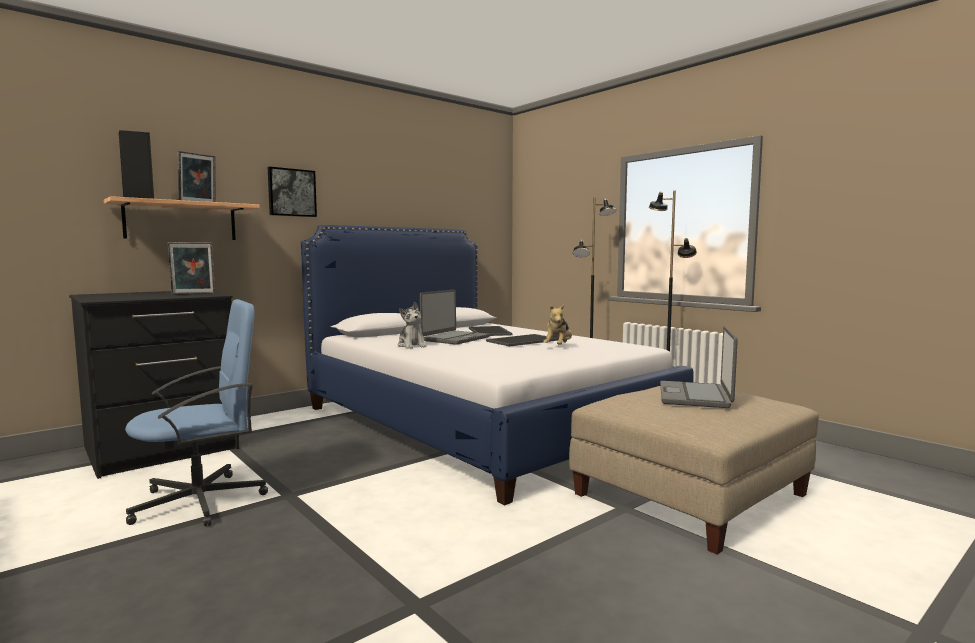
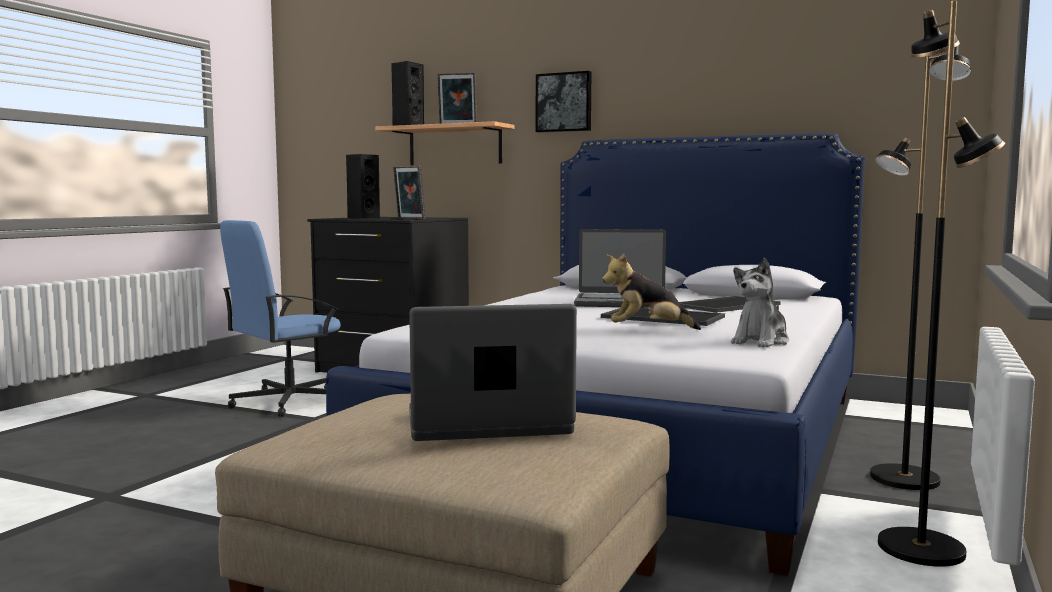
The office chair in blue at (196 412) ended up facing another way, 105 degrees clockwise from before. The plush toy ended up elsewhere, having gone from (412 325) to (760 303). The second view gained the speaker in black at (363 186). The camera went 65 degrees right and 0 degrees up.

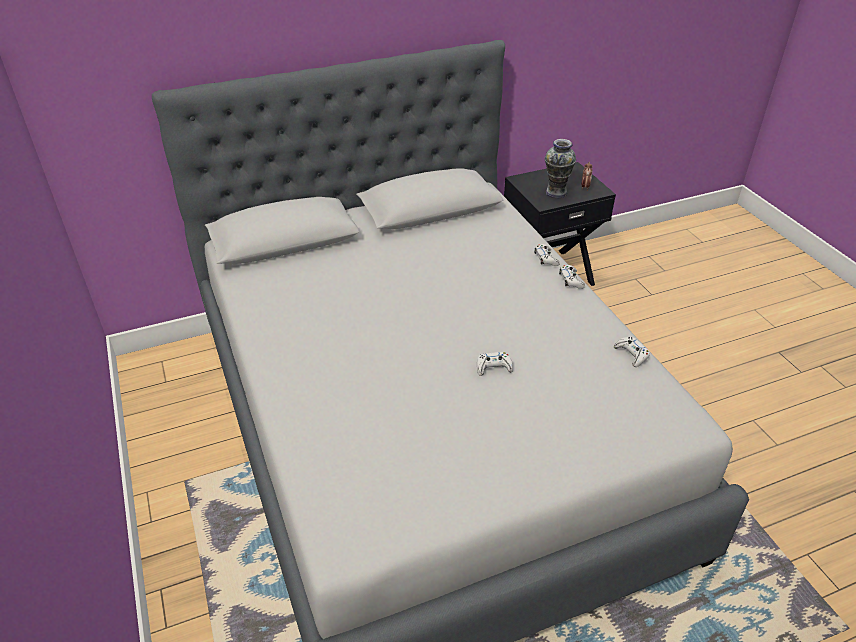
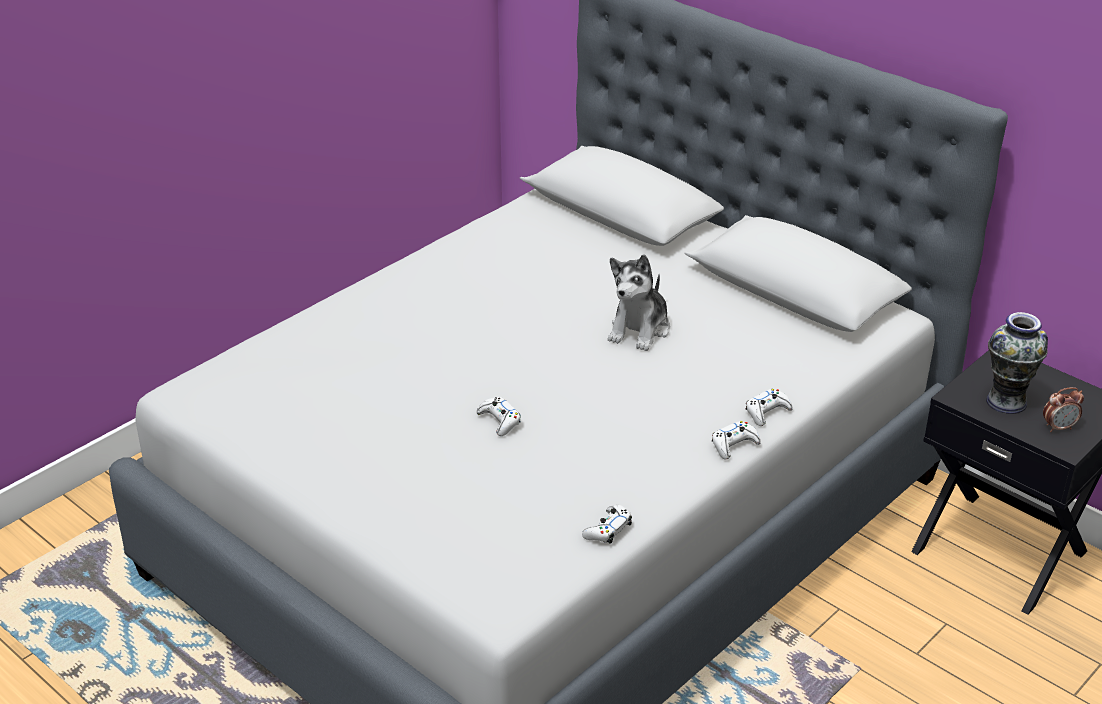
The second view gained the plush toy at (639 303). The camera went 65 degrees right and 5 degrees down.

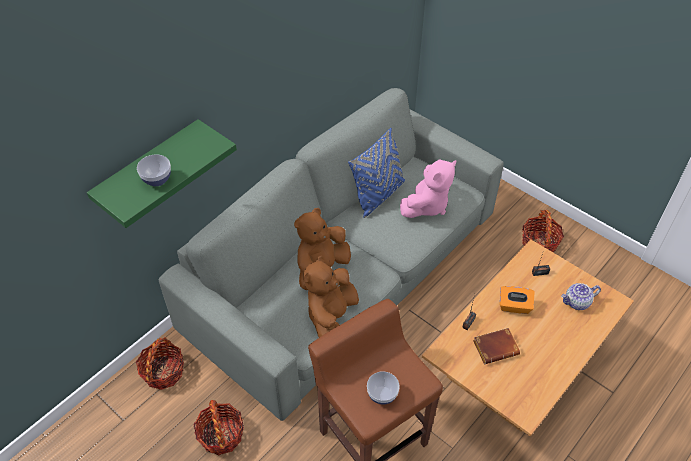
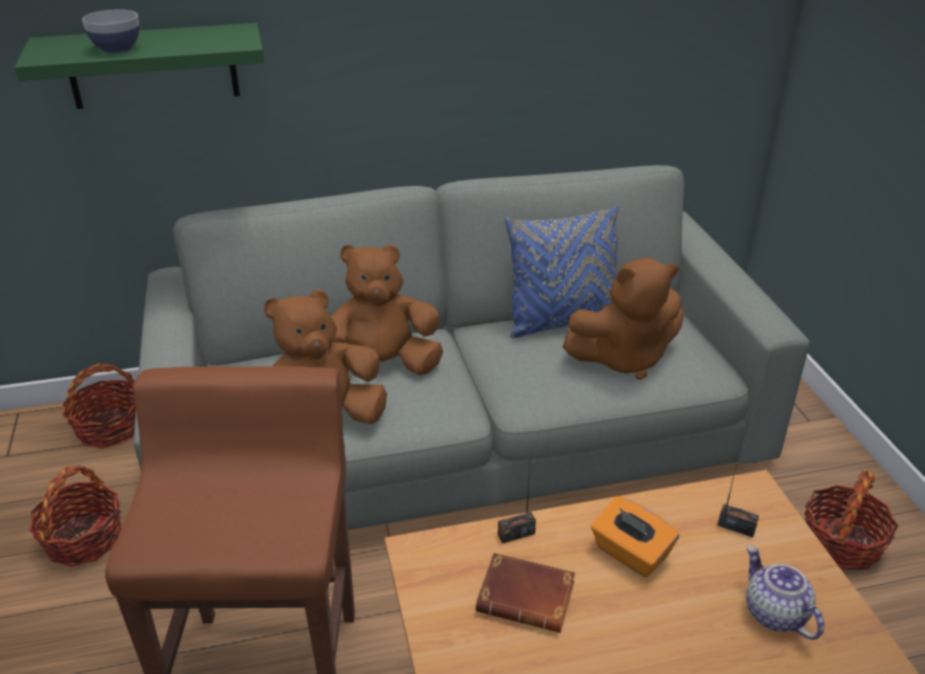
What was the plush toy in pink at (428 188) turned into the plush toy in brown at (623 319). The teapot at (581 296) ended up facing another way, 45 degrees clockwise from before. The second view lost the bowl at (383 388). The camera went 35 degrees right and 15 degrees down.

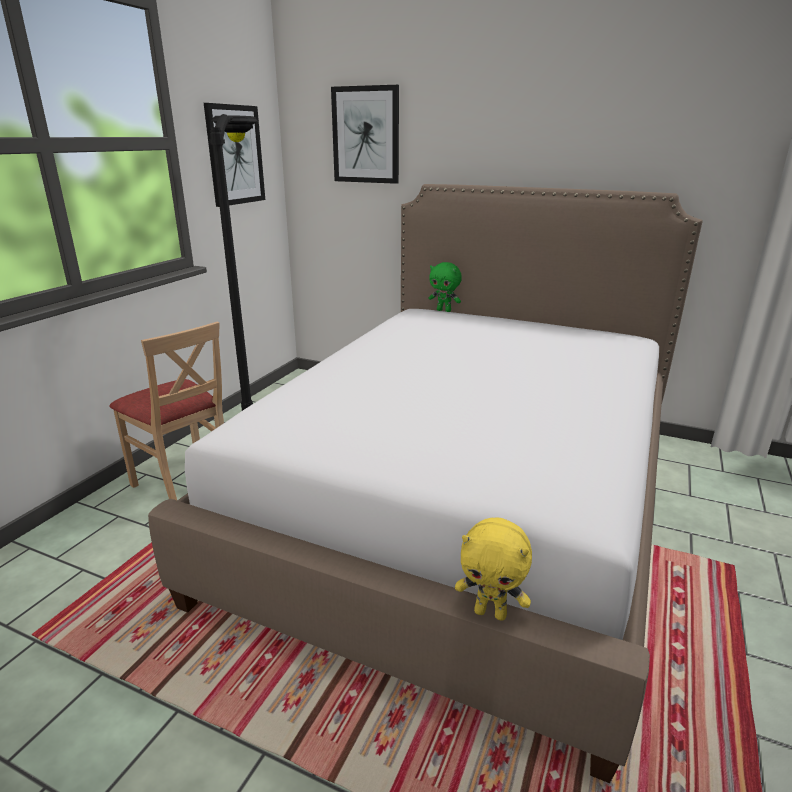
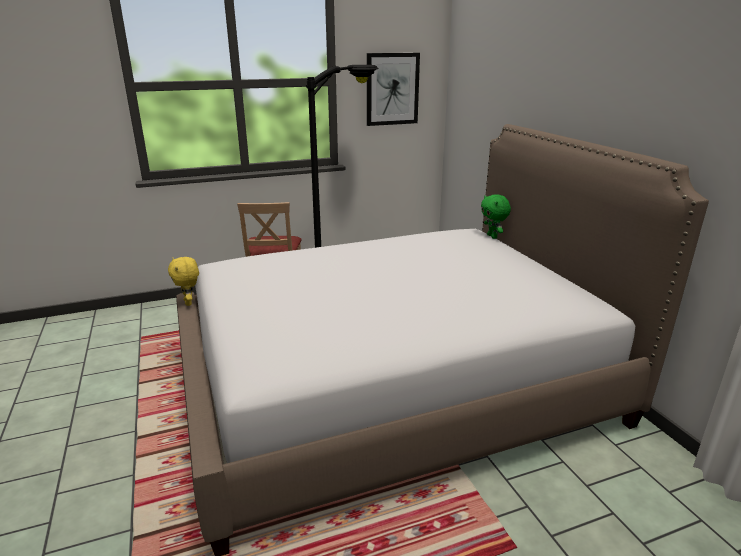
The second view lost the picture at (365 134). The plush toy in yellow ended up elsewhere, having gone from (493 569) to (183 281). The camera went 45 degrees right and 0 degrees up.

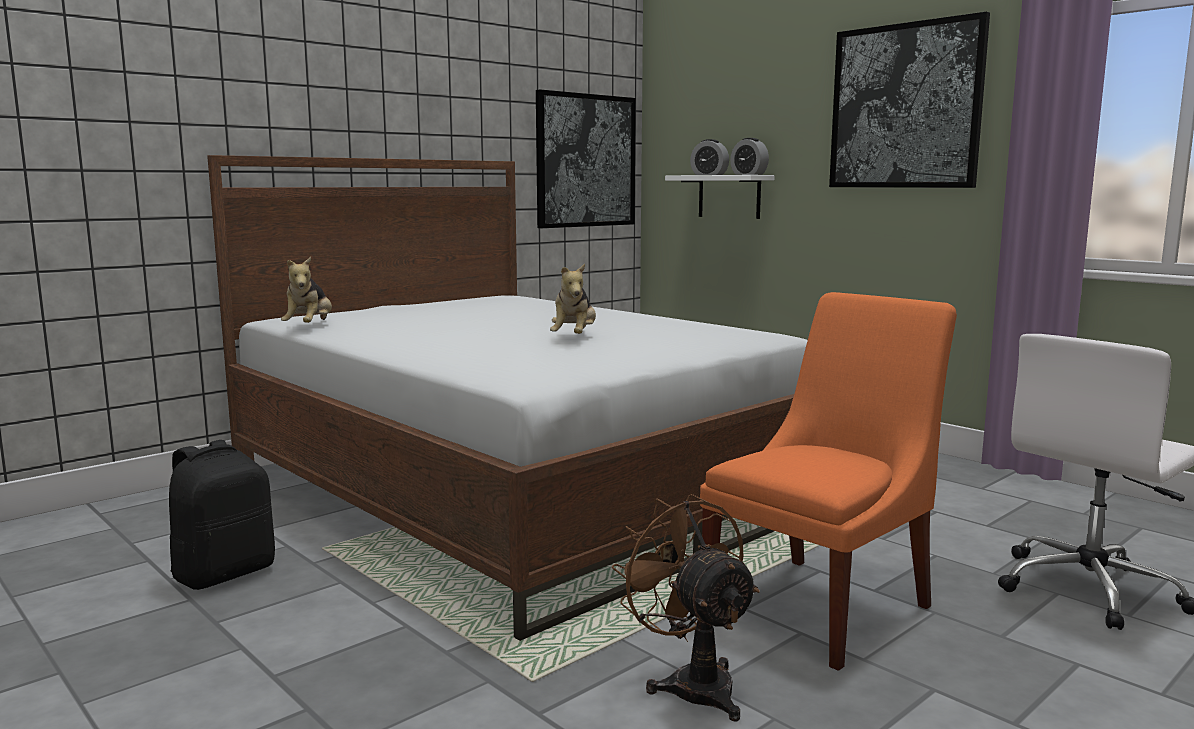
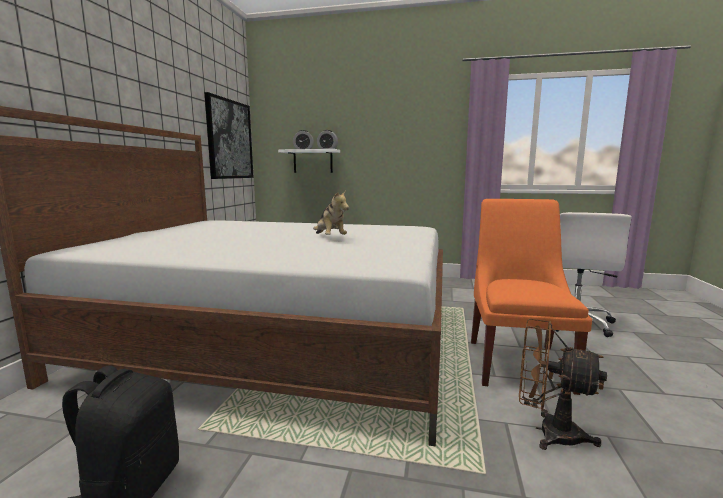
The second view lost the picture at (909 100). The second view lost the plush toy at (306 290). The camera went 35 degrees left and 0 degrees up.

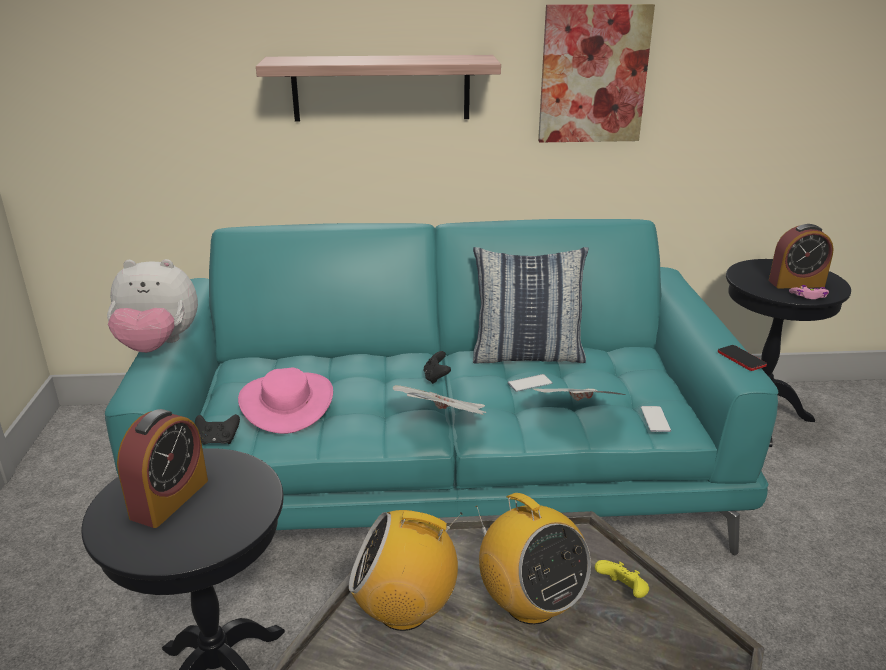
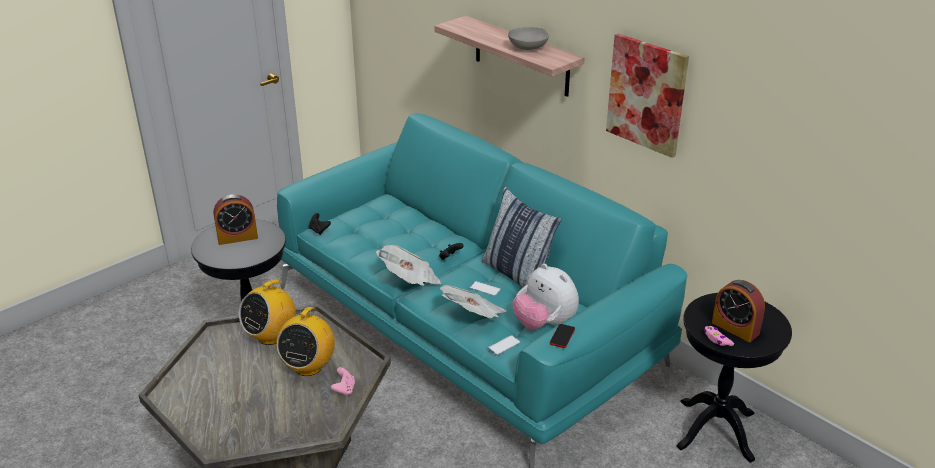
The plush toy ended up elsewhere, having gone from (152 306) to (546 297). The second view lost the hat in pink at (285 400). The radio at (406 570) ended up facing another way, 105 degrees counterclockwise from before. What was the game controller in yellow at (622 579) turned into the game controller in pink at (343 381). The second view gained the bowl in grey at (528 38). The camera went 50 degrees right and 5 degrees up.

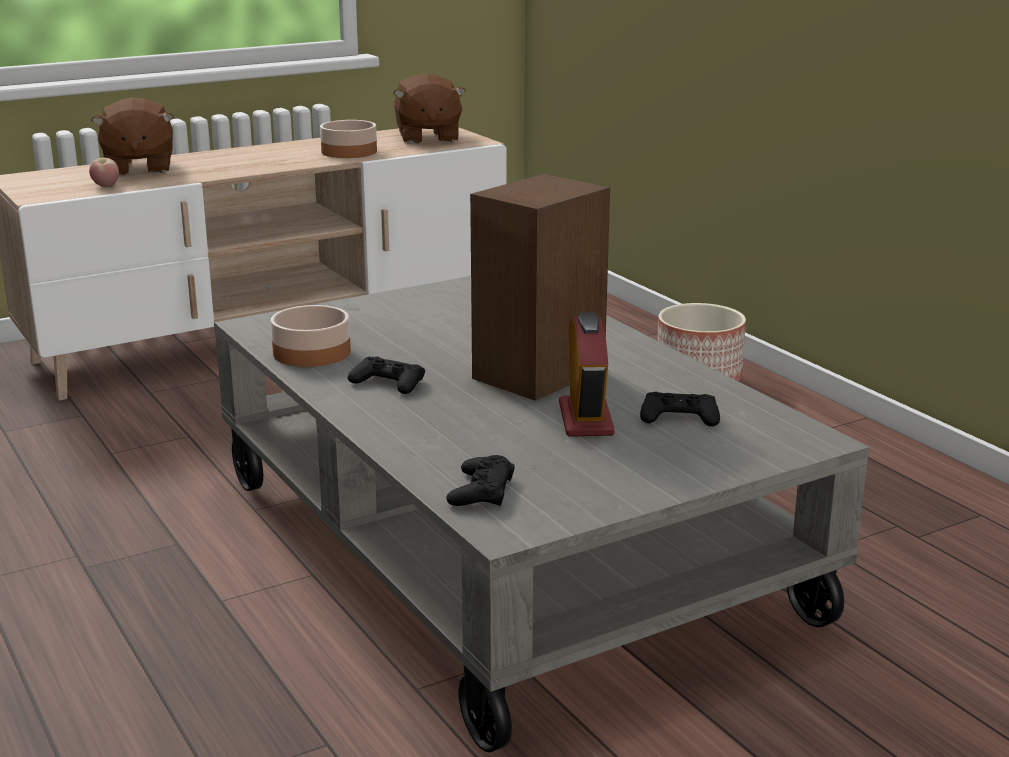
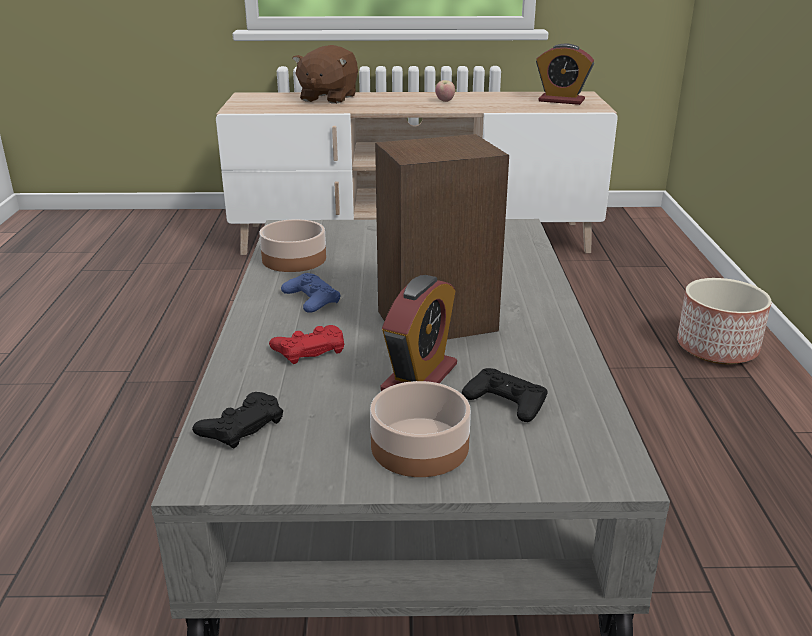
Where the plush toy in brown stood at (430 108), the alarm clock came to stand at (565 74). The bowl ended up elsewhere, having gone from (348 139) to (420 429). The apple ended up elsewhere, having gone from (104 172) to (445 91). What was the game controller in black at (386 375) turned into the game controller in blue at (311 293). The second view gained the game controller in red at (306 344). The camera went 30 degrees right and 5 degrees up.

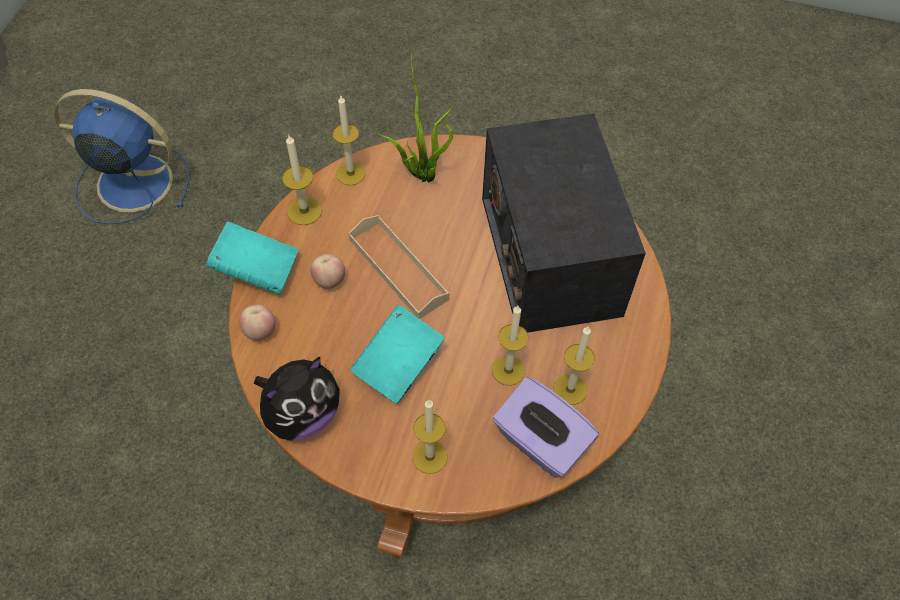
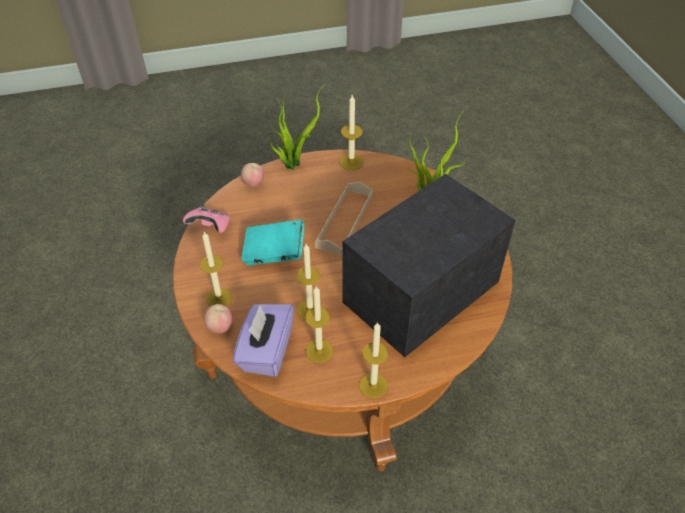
The second view lost the fan in blue at (121 157). The candle ended up elsewhere, having gone from (349 140) to (373 360). Where the book in turquoise stood at (252 258), the potted plant came to stand at (295 129). The apple ended up elsewhere, having gone from (328 271) to (218 319). Where the plush toy stood at (297 399), the game controller in pink came to stand at (206 219). The camera went 60 degrees right and 10 degrees down.

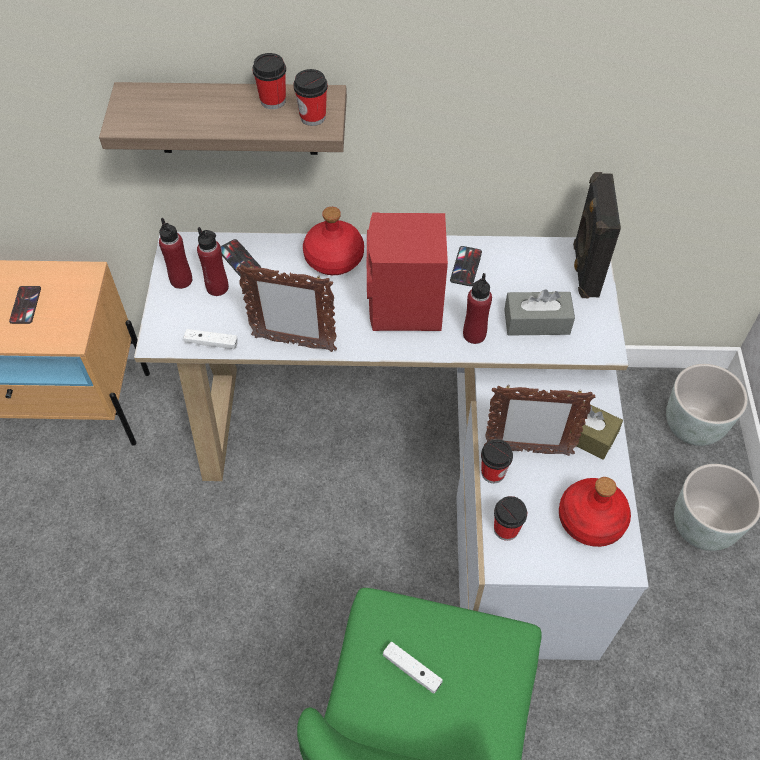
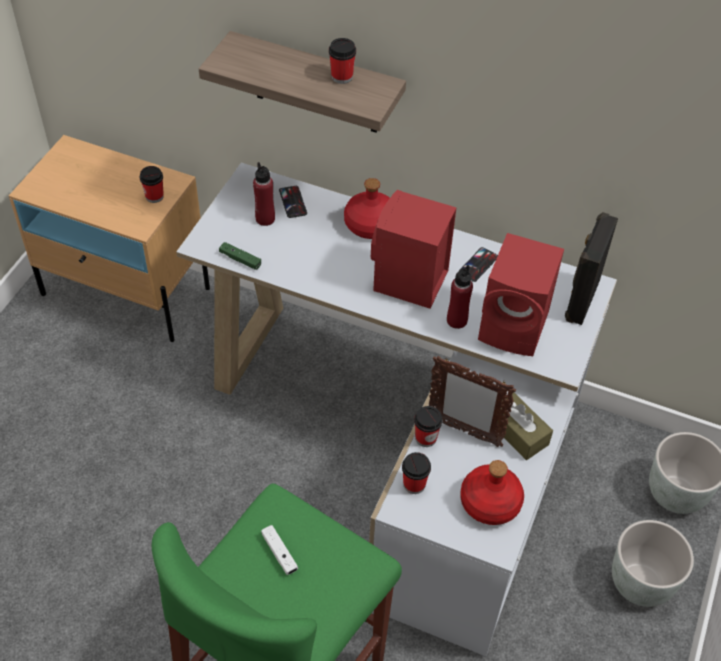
The cup ended up elsewhere, having gone from (310 97) to (151 184). The second view lost the bottle in red at (175 253). The second view lost the picture frame at (286 308). The second view lost the phone at (25 305). Where the tissue box in grey stood at (539 312), the speaker in red came to stand at (521 294). What was the game controller in white at (210 339) turned into the game controller in green at (240 256). The camera went 20 degrees right and 5 degrees down.

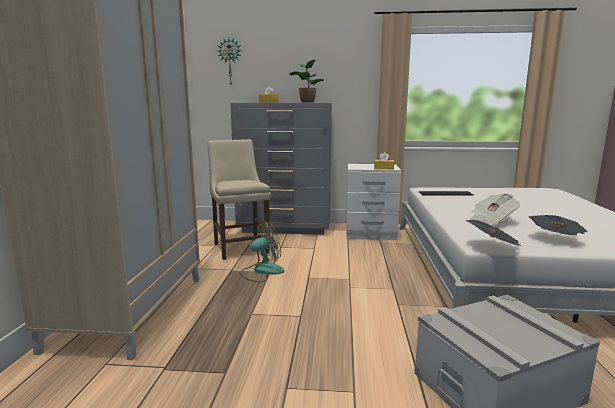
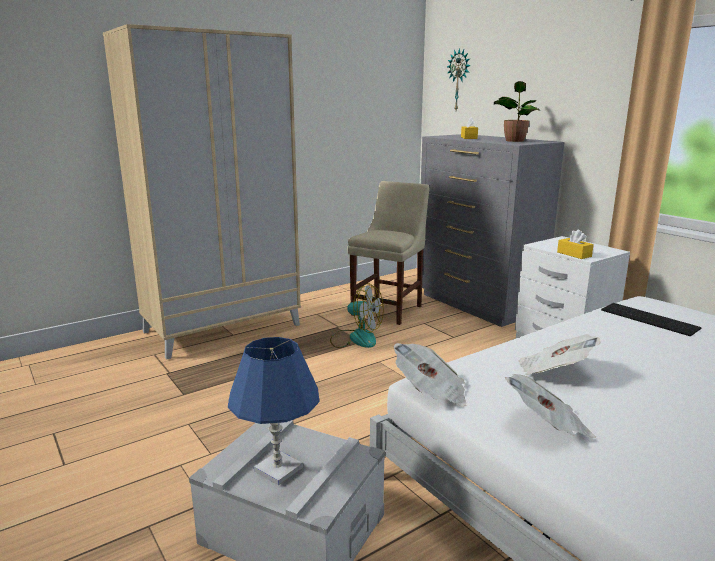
The second view gained the table lamp in blue at (274 411). The camera went 50 degrees right and 5 degrees up.

